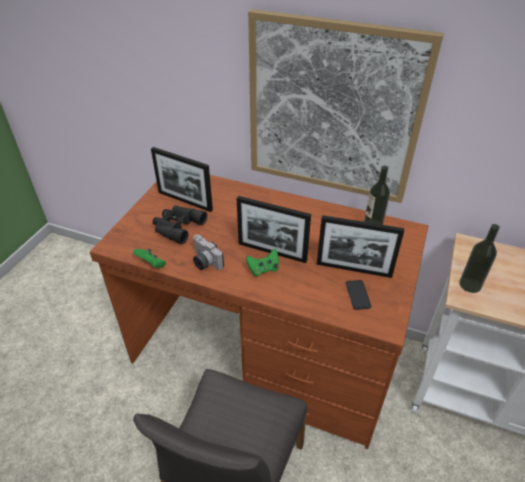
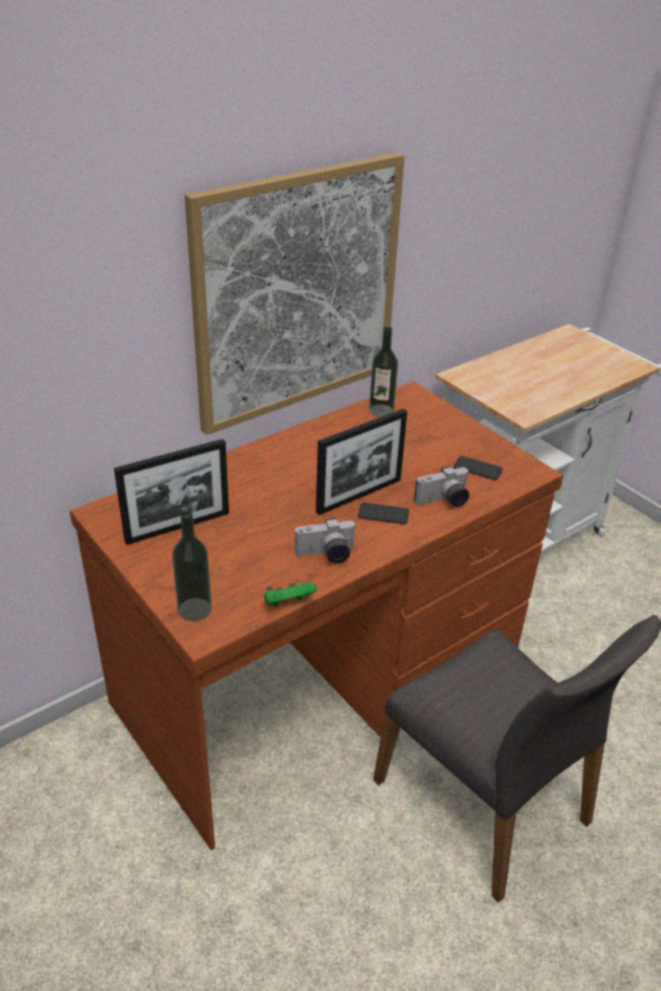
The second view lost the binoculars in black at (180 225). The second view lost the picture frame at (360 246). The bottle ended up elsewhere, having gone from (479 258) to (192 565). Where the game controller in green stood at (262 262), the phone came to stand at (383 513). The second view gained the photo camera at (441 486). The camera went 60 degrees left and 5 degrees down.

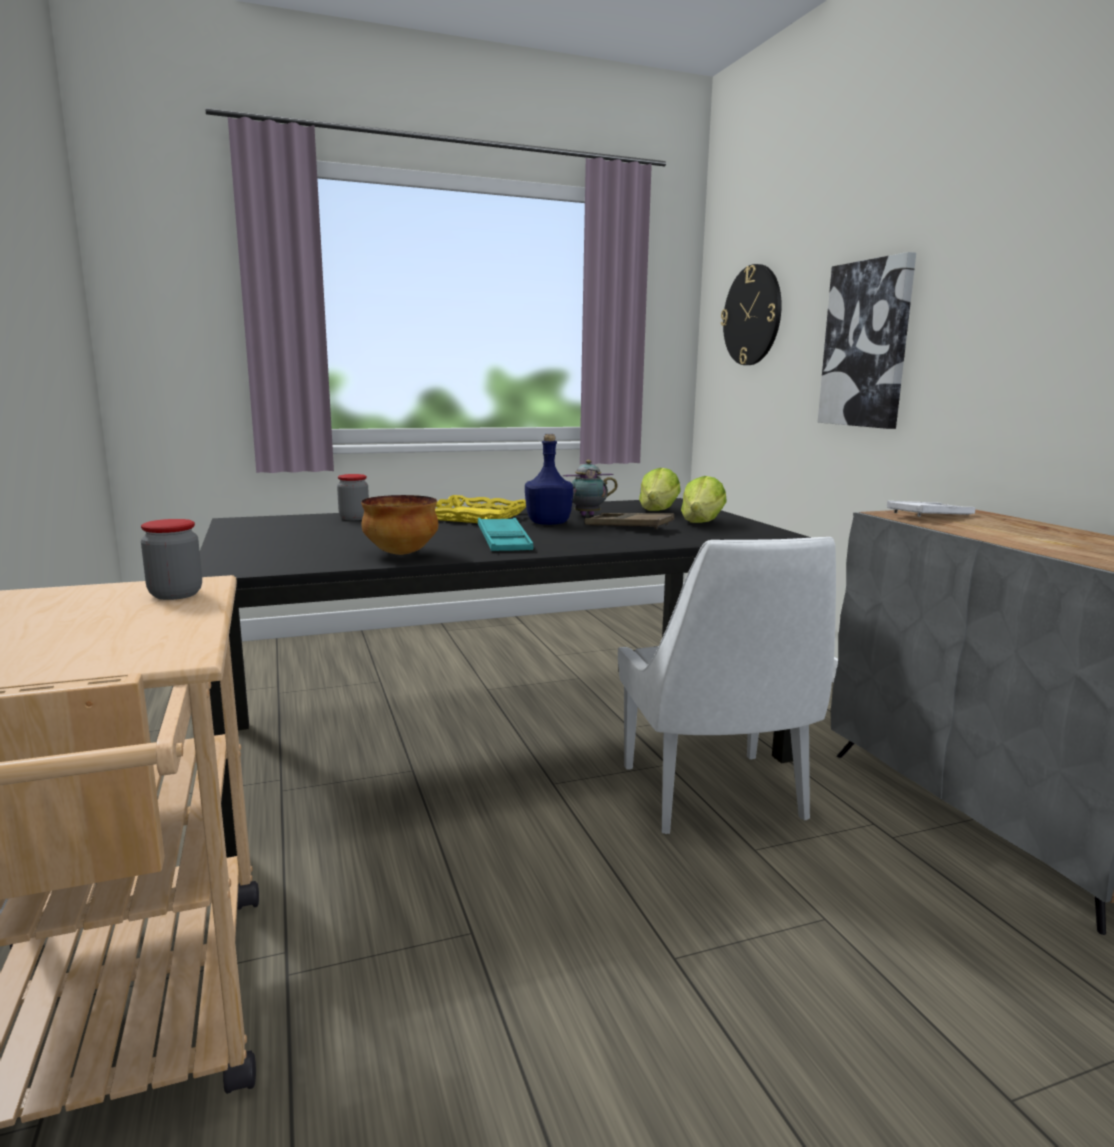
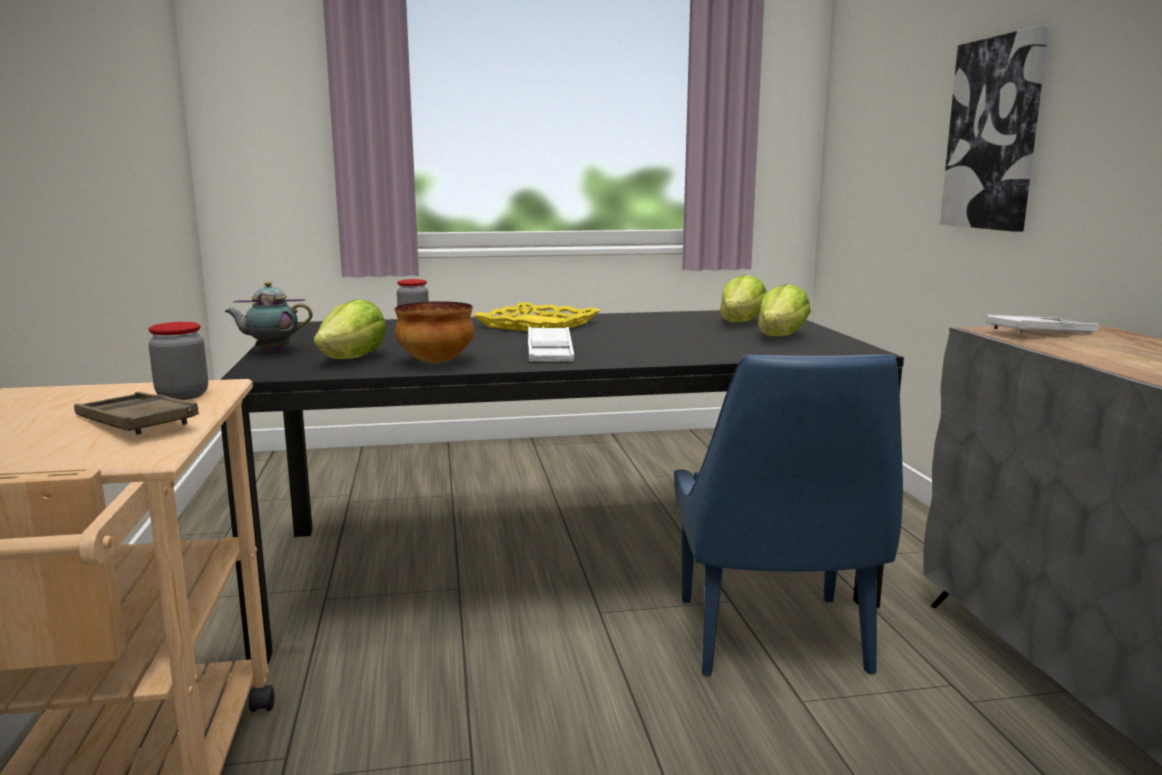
The second view lost the wall clock at (751 314). The second view lost the bottle in blue at (549 479). The teapot ended up elsewhere, having gone from (590 488) to (268 316). The tray in brown ended up elsewhere, having gone from (629 521) to (136 413). What was the tray in turquoise at (506 534) turned into the tray in white at (551 344). What was the chair in white at (727 685) turned into the chair in blue at (788 515). The second view gained the lettuce at (350 329). The camera went 10 degrees right and 0 degrees up.

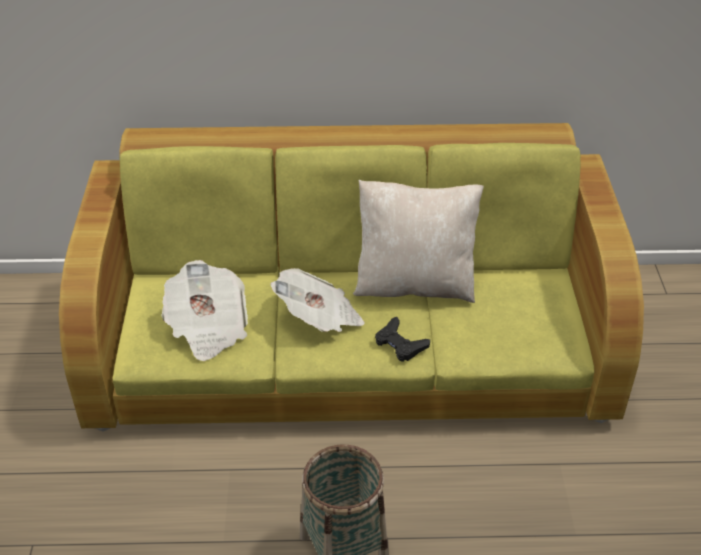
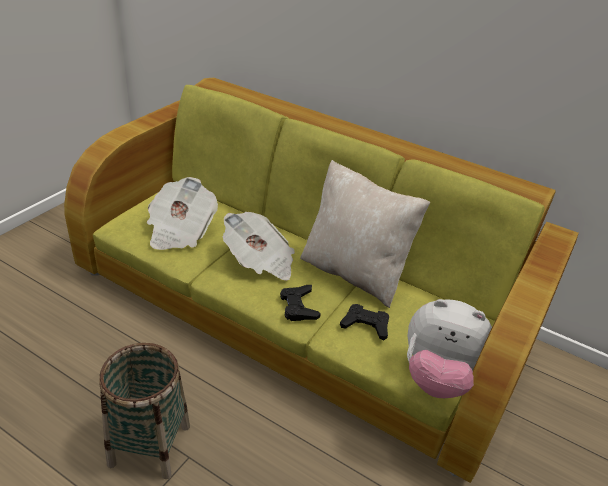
The second view gained the plush toy at (449 348). The second view gained the game controller in black at (364 322). The camera went 30 degrees right and 5 degrees down.

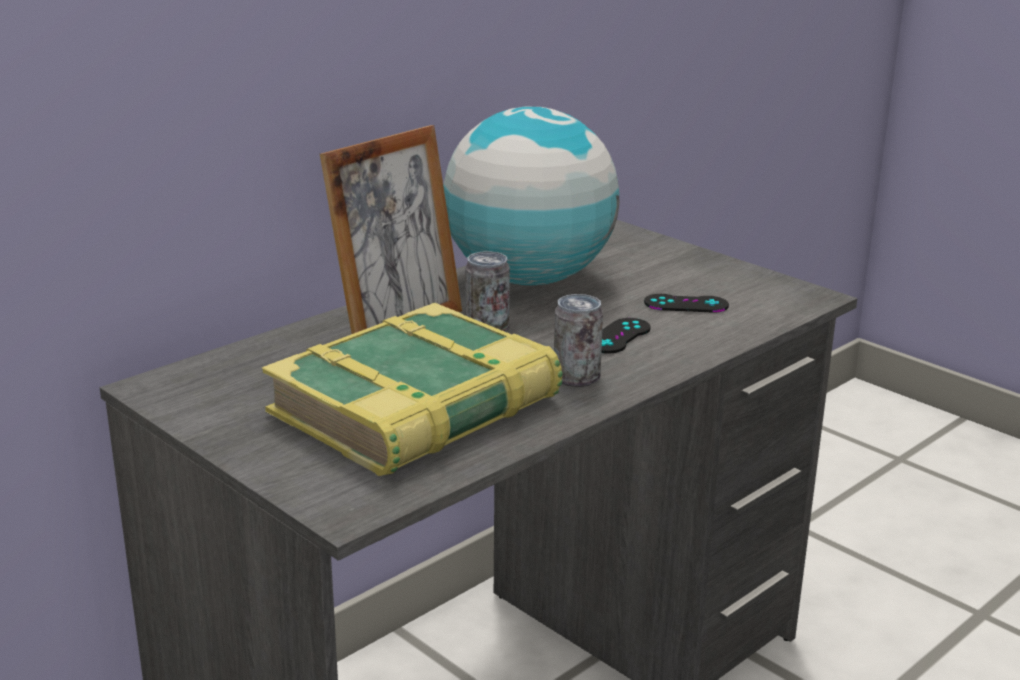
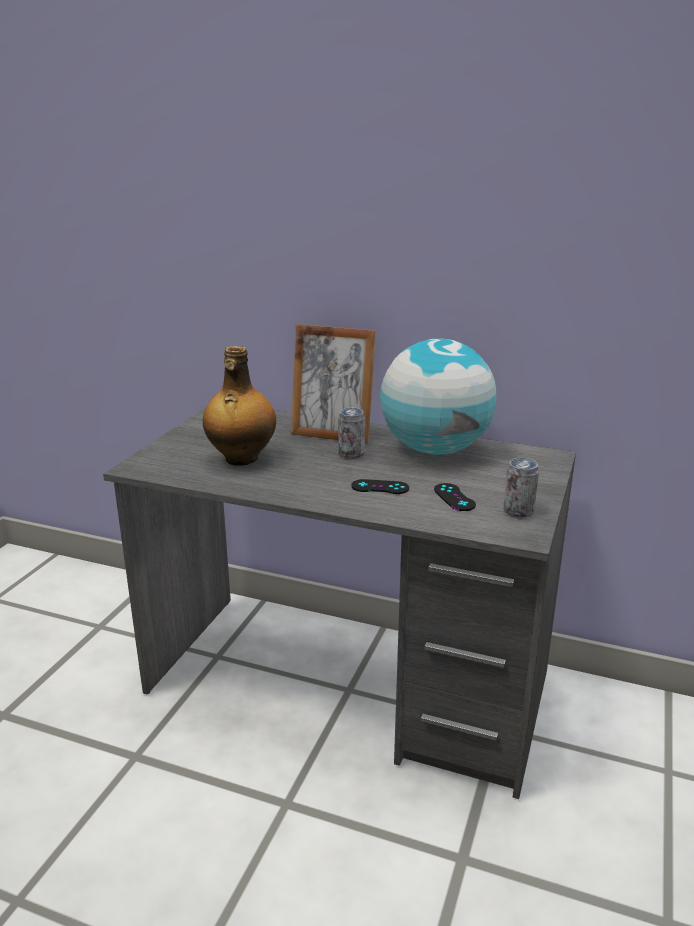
The can ended up elsewhere, having gone from (578 340) to (521 488). Where the book stood at (412 389), the bottle came to stand at (239 406). The camera went 65 degrees right and 0 degrees up.

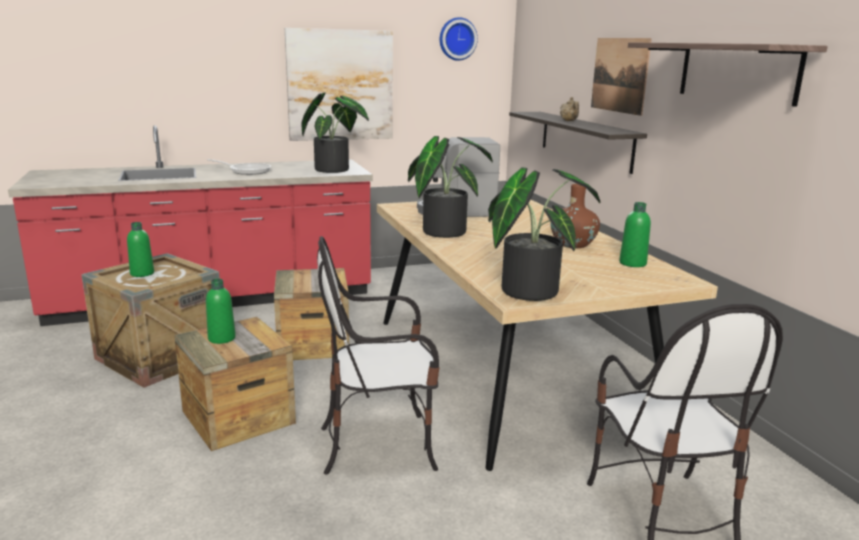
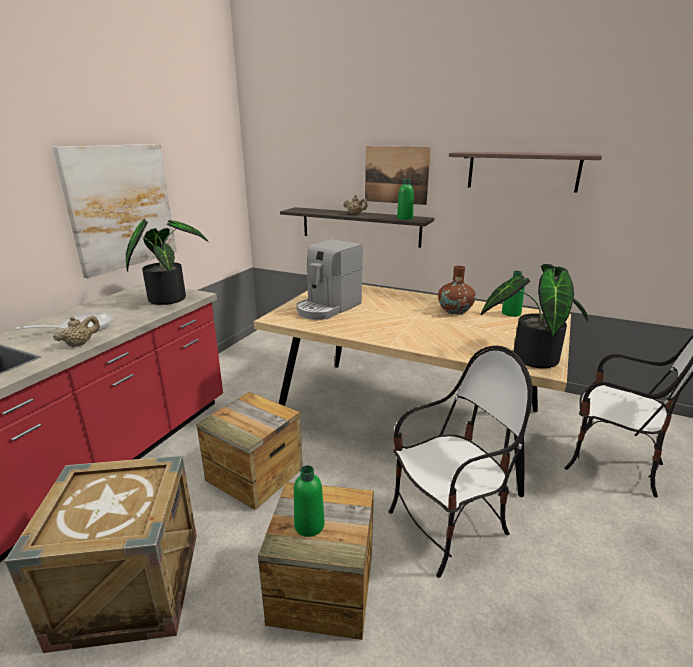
The second view lost the wall clock at (459 39). The second view lost the potted plant at (450 187). The bottle in green ended up elsewhere, having gone from (140 249) to (405 199). The chair at (378 355) ended up facing another way, 150 degrees counterclockwise from before. The second view gained the teapot in beige at (76 331). The camera went 45 degrees left and 5 degrees up.

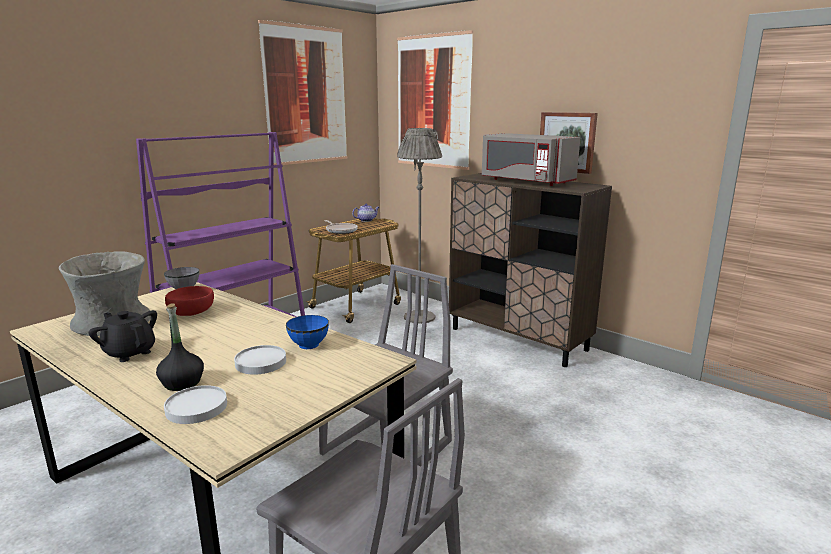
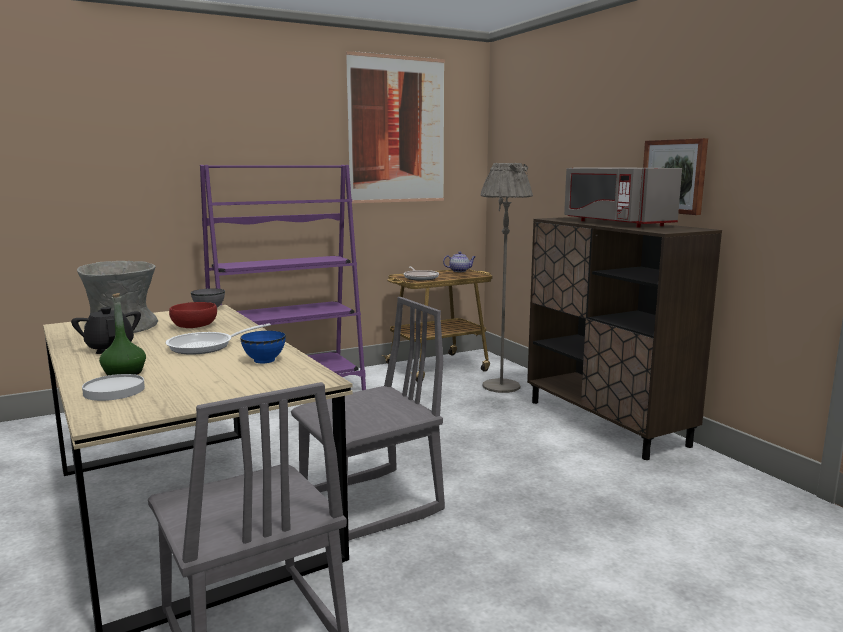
The second view lost the picture at (435 100). What was the bottle in black at (180 347) turned into the bottle in green at (122 334). The second view lost the plate in white at (260 360). The second view gained the frying pan at (218 338). The camera went 20 degrees right and 5 degrees down.

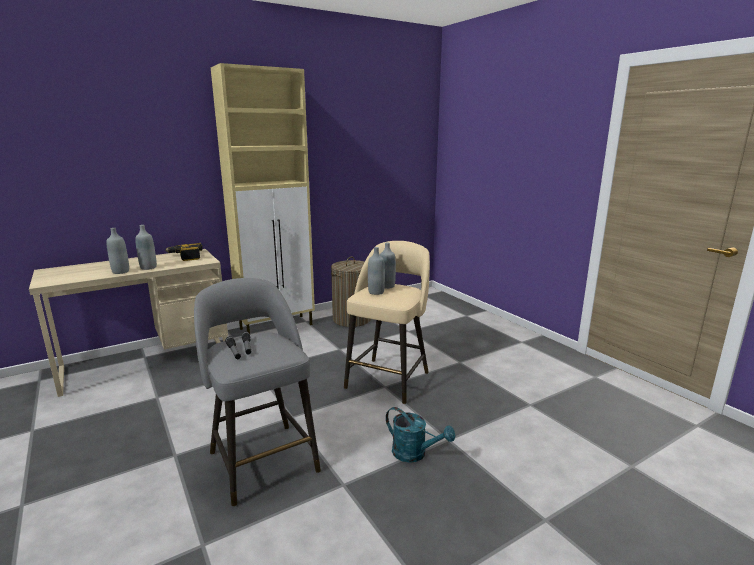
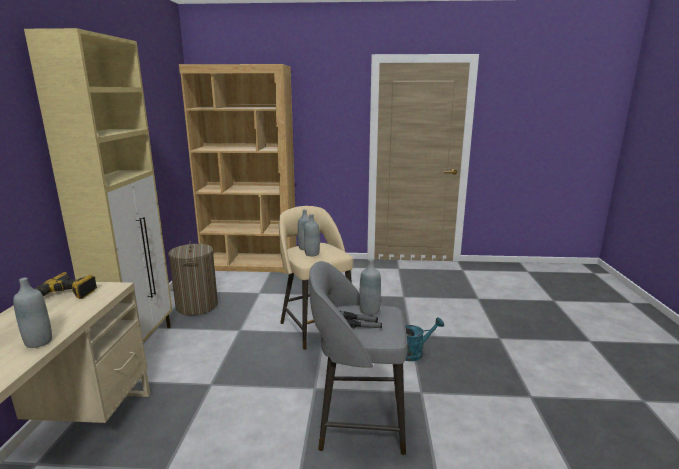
The bottle in grey ended up elsewhere, having gone from (146 247) to (370 287). The second view gained the bookcase in brown at (237 168). The camera went 55 degrees left and 0 degrees up.

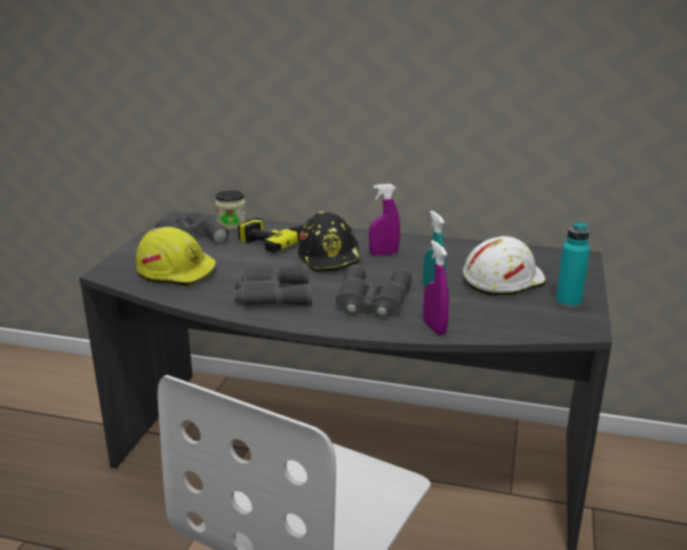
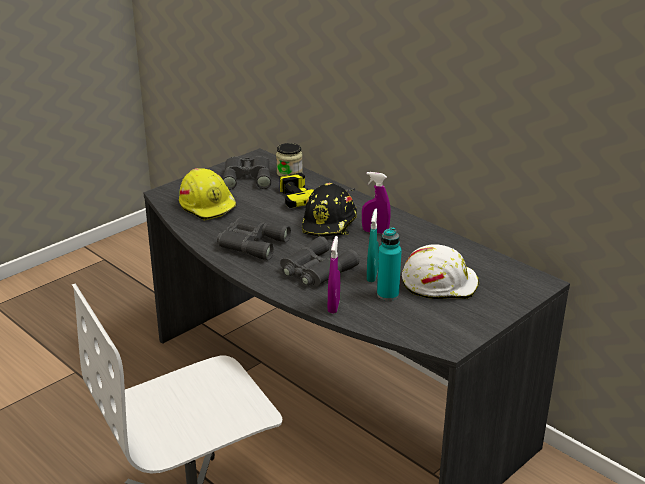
The bottle in turquoise ended up elsewhere, having gone from (573 264) to (389 264). The camera went 30 degrees right and 5 degrees up.

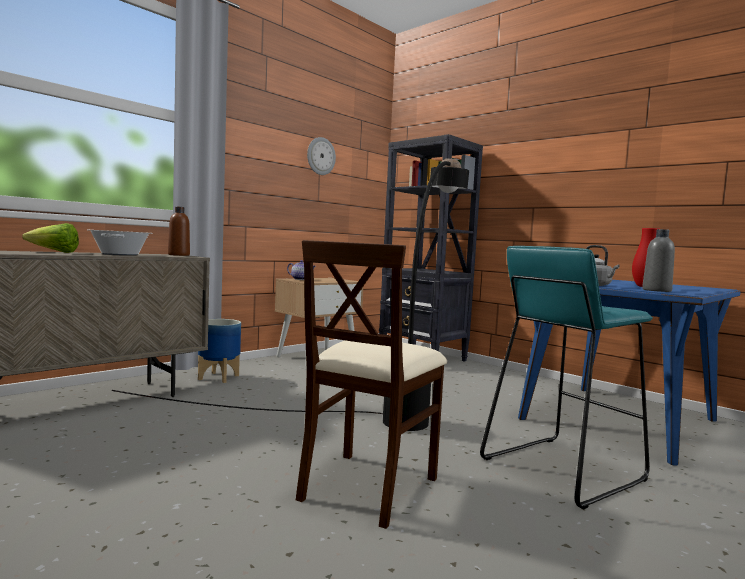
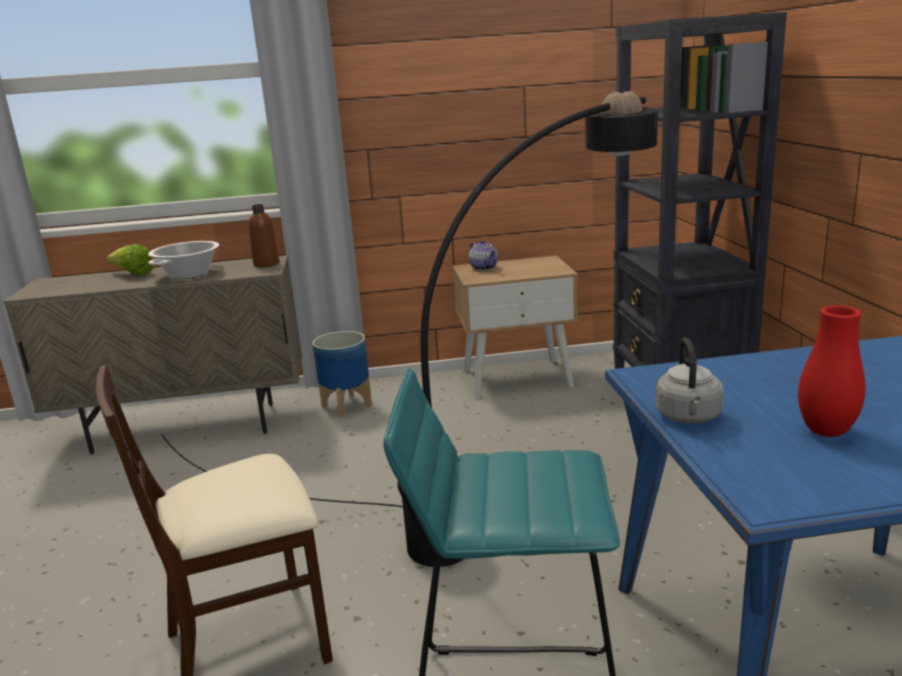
The second view lost the wall clock at (321 156). The second view lost the bottle in grey at (658 260). The camera went 40 degrees right and 15 degrees up.

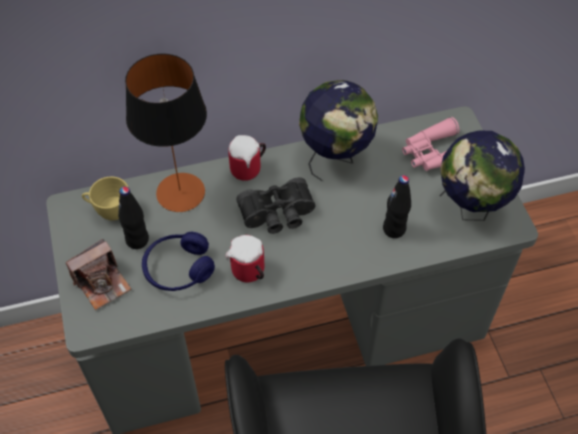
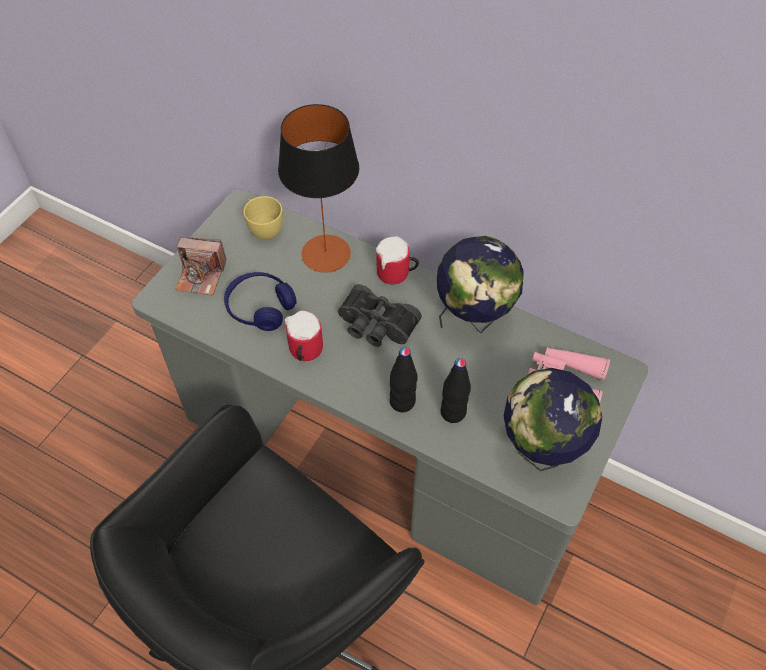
The bottle in black ended up elsewhere, having gone from (133 217) to (403 379). The camera went 45 degrees right and 0 degrees up.

